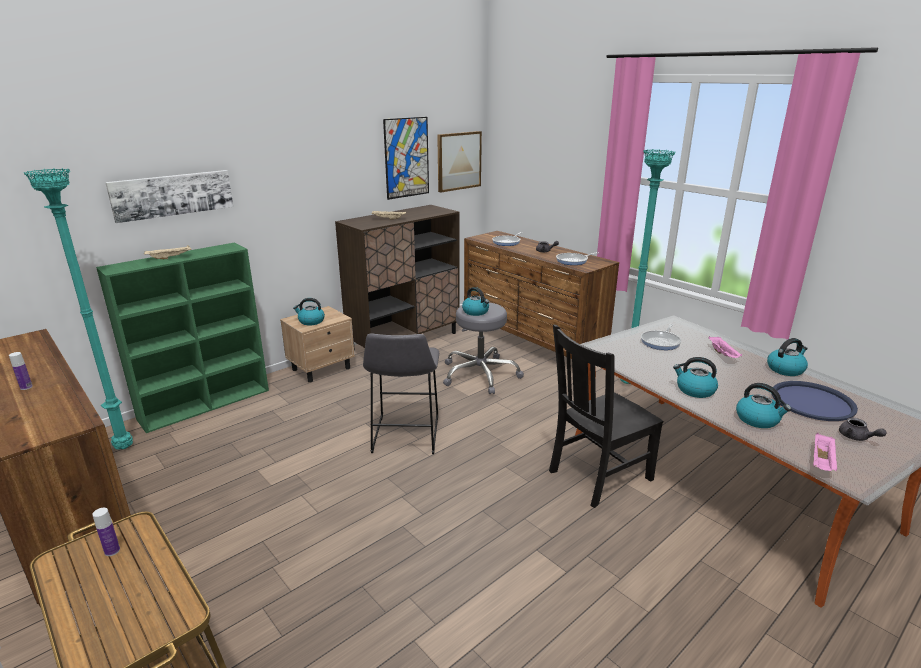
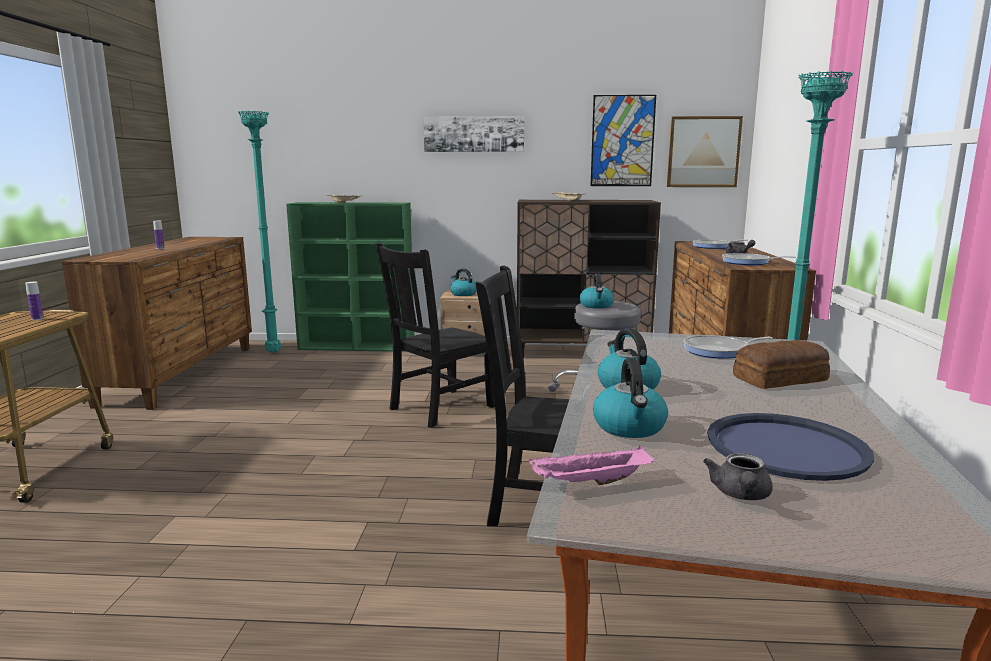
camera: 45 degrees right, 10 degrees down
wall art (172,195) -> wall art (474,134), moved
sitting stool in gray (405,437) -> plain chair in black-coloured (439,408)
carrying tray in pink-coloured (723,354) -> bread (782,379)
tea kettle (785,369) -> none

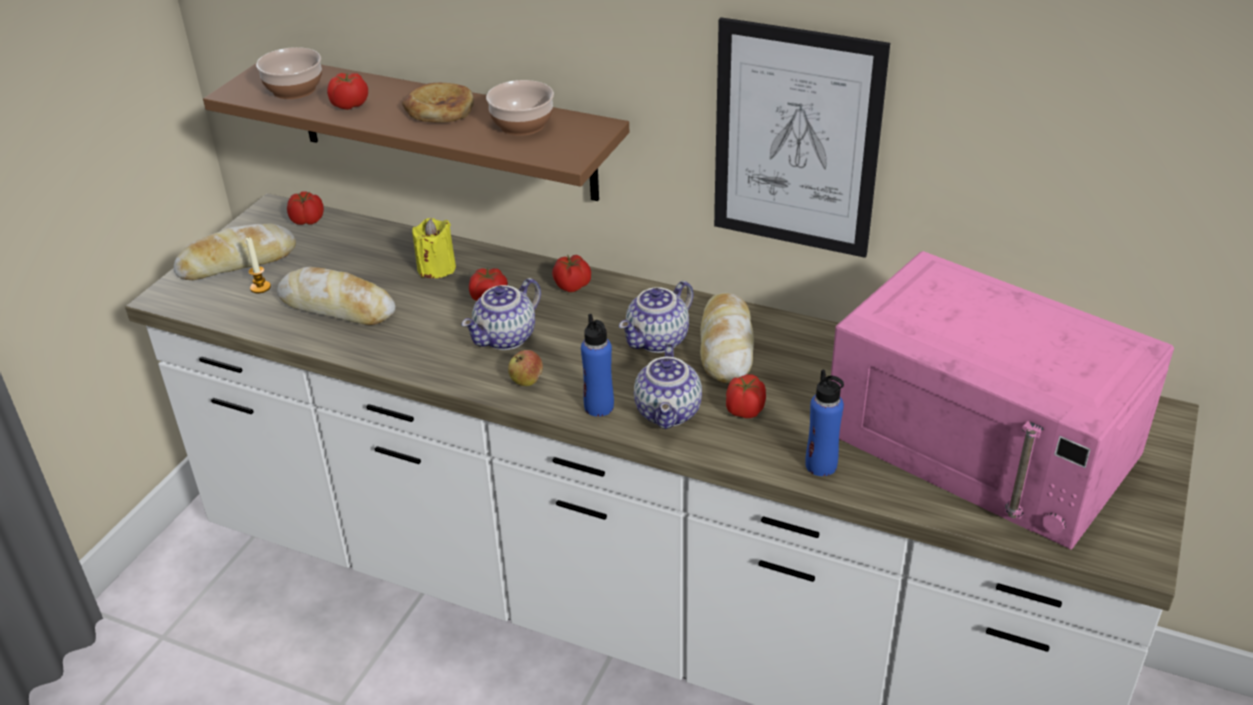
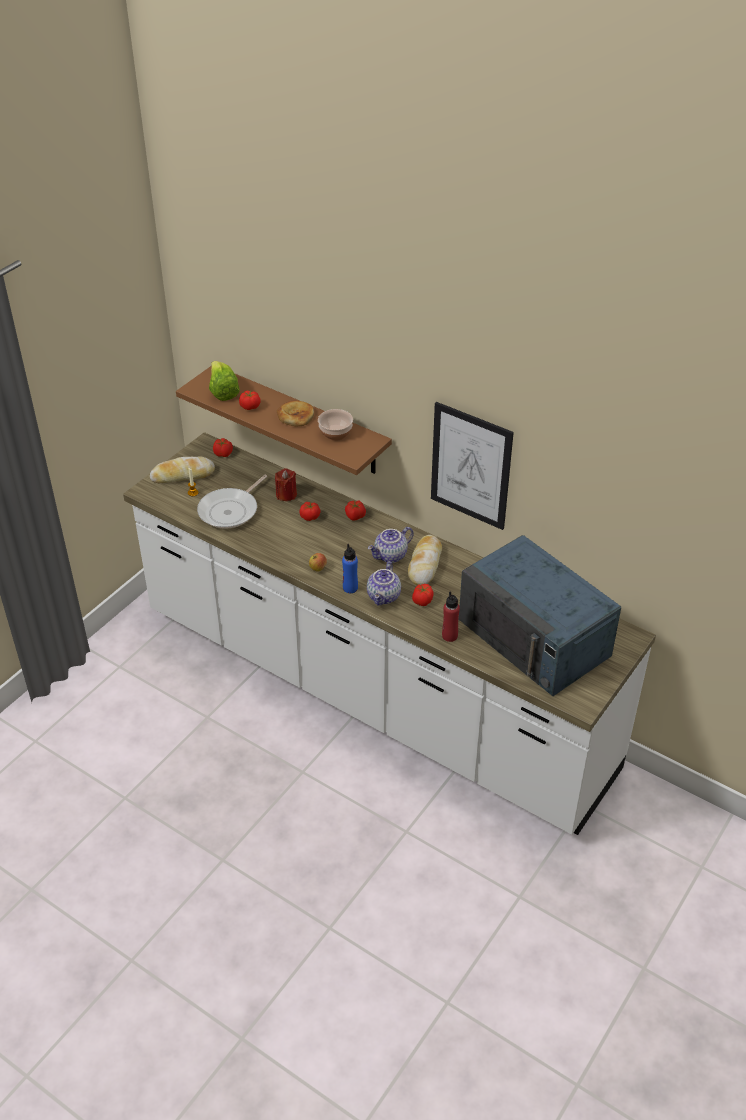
camera: 10 degrees right, 5 degrees up
deep dish (294,90) -> lettuce (223,392)
bread (337,307) -> skillet (231,510)
candle in yellow-coloured (436,268) -> candle in reddish (286,495)
tea pot (506,339) -> none
drink bottle in blue (821,465) -> drink bottle in reddish (449,636)
microwave oven in pink-coloured (984,443) -> microwave oven in blue (535,637)

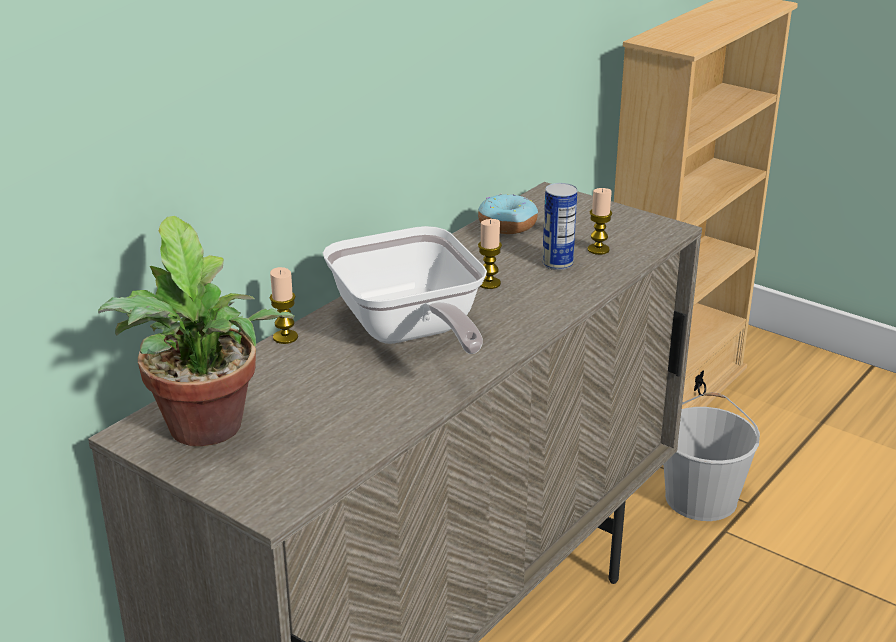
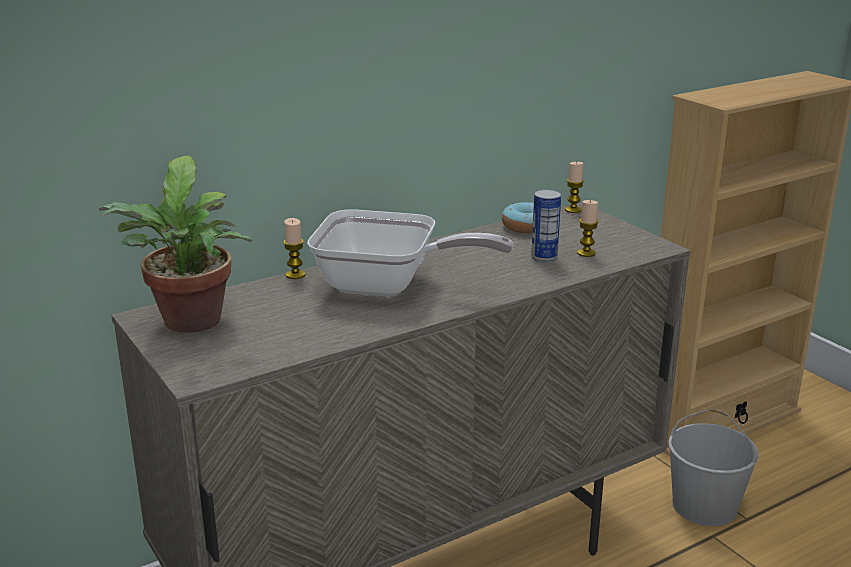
camera: 20 degrees right, 5 degrees down
skillet (410,333) -> skillet (388,286), 75 degrees counterclockwise
candle (489,283) -> candle (573,210), moved

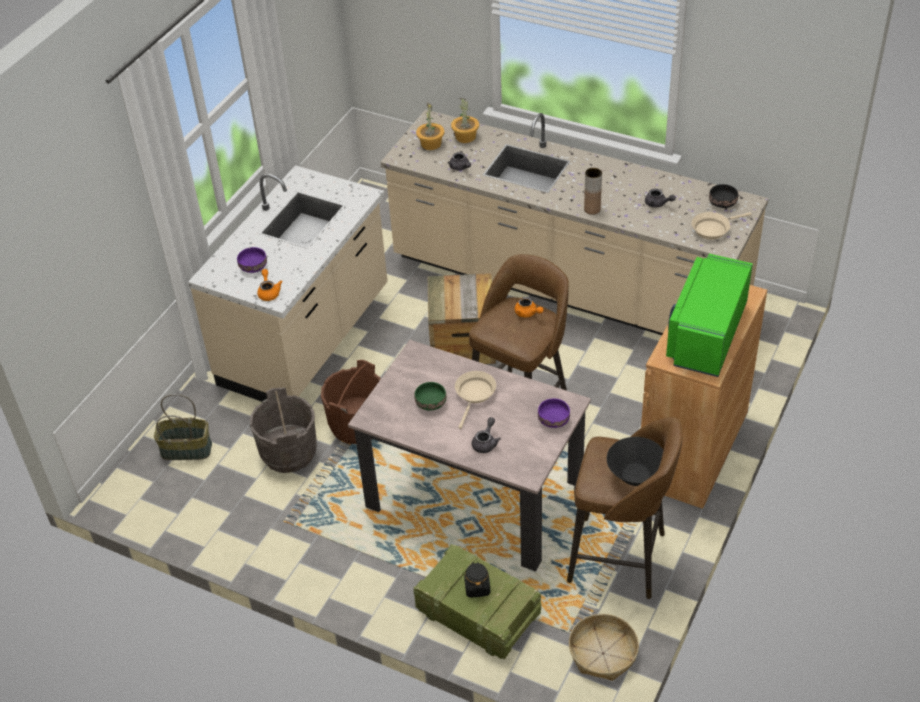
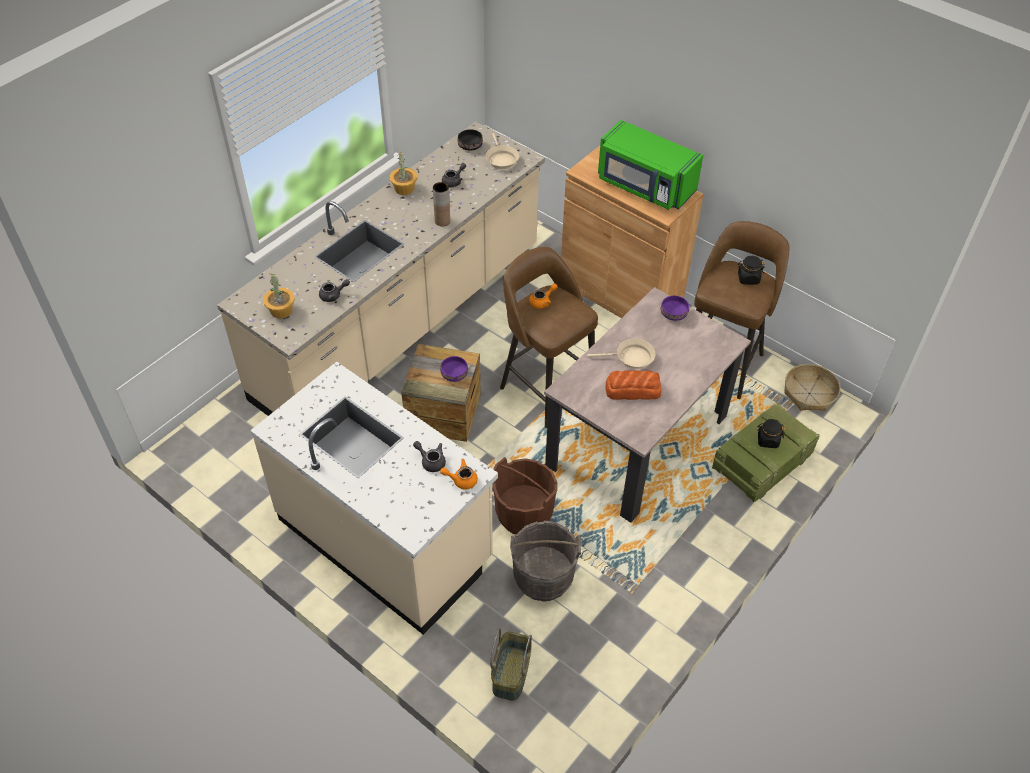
camera: 80 degrees left, 5 degrees up
deep dish in purple (253,267) -> deep dish in purple (455,374), moved
deep dish in green-coloured (431,402) -> bread (632,389)
houseplant (465,137) -> houseplant (404,188), moved
skillet in beige-coloured (474,395) -> skillet in beige-coloured (631,358), 150 degrees clockwise
tea pot in gray (486,442) -> tea pot in gray (431,461), moved
deep dish in black-coloured (635,475) -> jar in black-coloured (748,278)

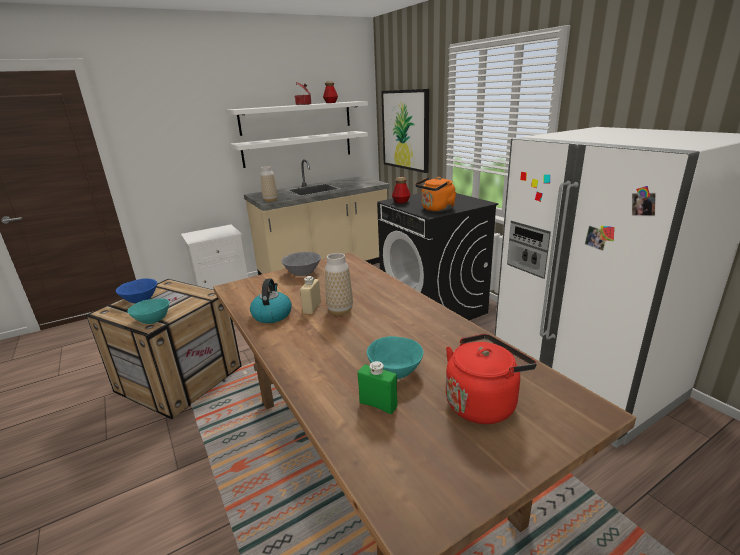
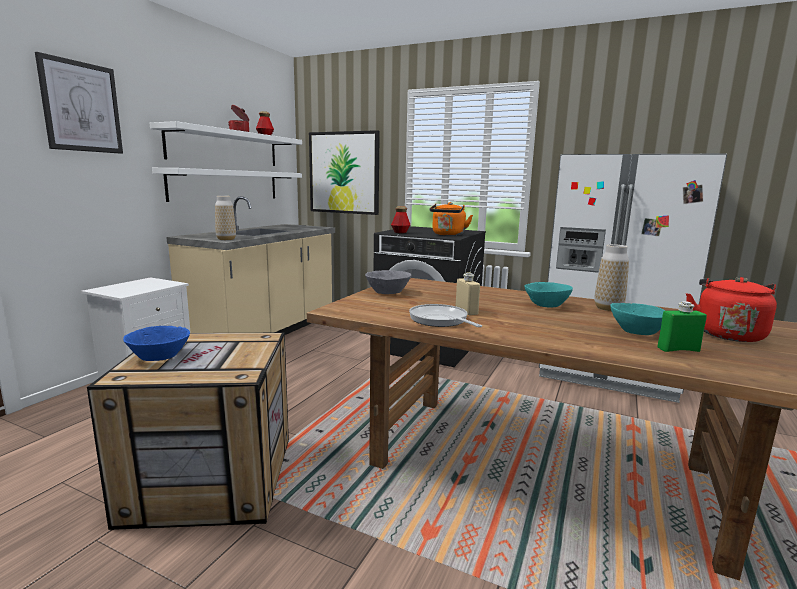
camera: 35 degrees left, 10 degrees down
deep dish in turquoise-coloured (153,319) -> deep dish in turquoise-coloured (546,305), moved
tea kettle (272,315) -> skillet (440,320)
flower vase (340,311) -> flower vase (608,308), moved
none -> wall art (81,107)

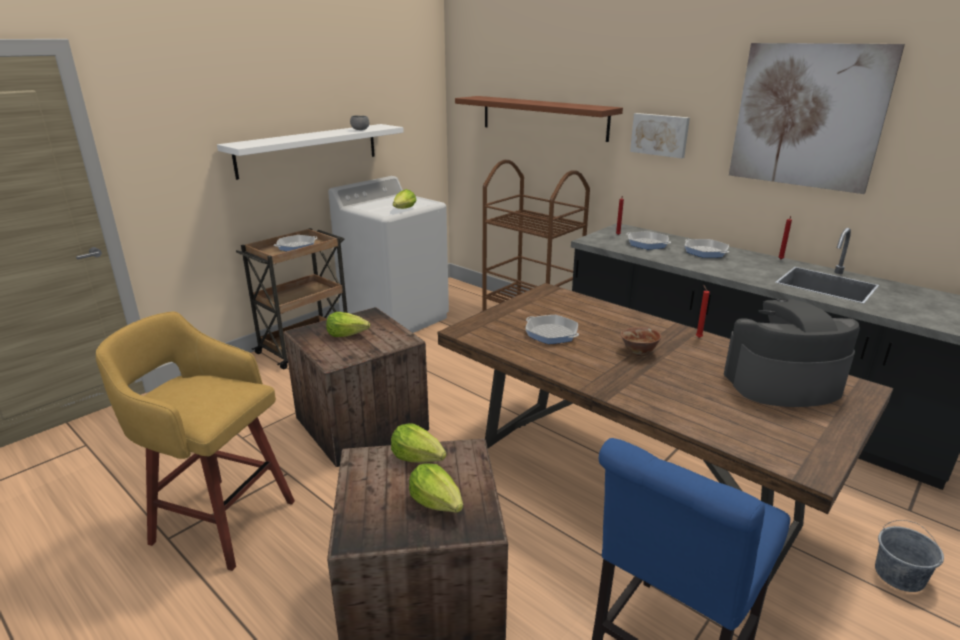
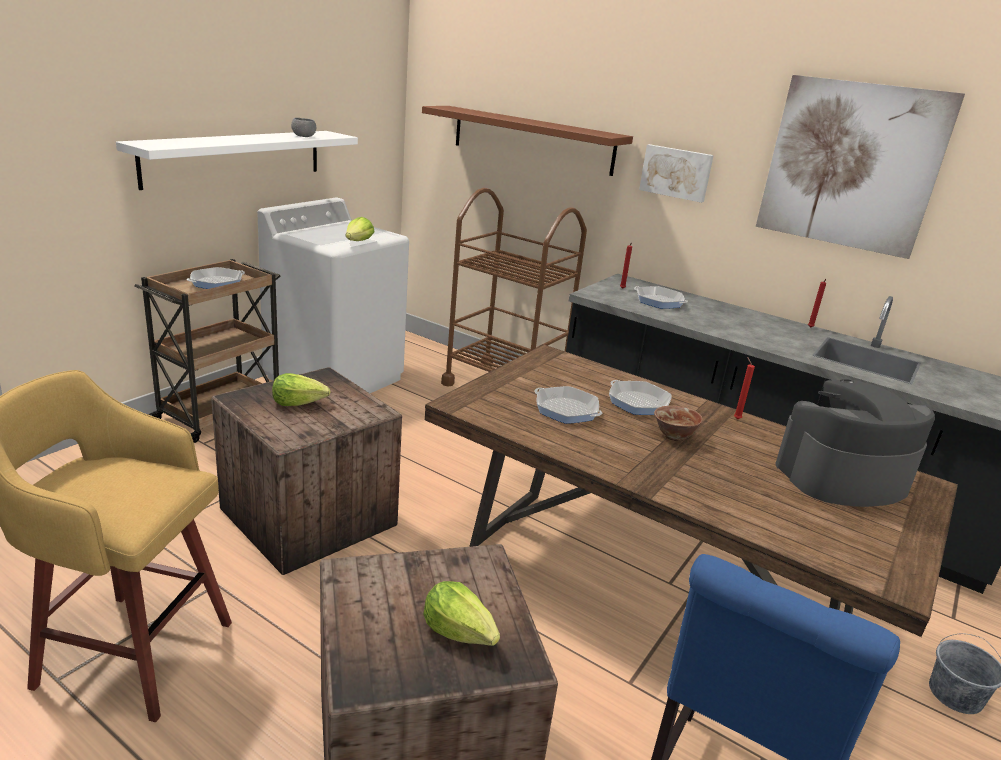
camera: 10 degrees left, 0 degrees up
lettuce (418,457) -> none
skillet (705,252) -> skillet (638,403), moved

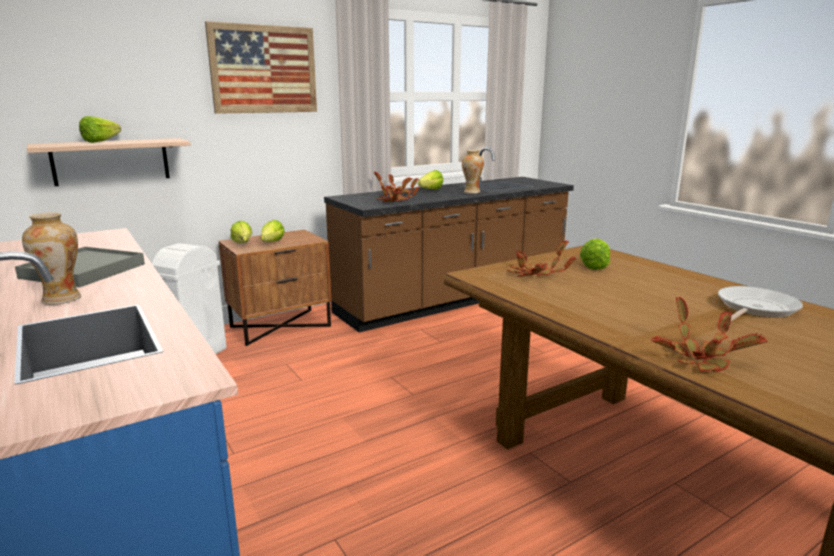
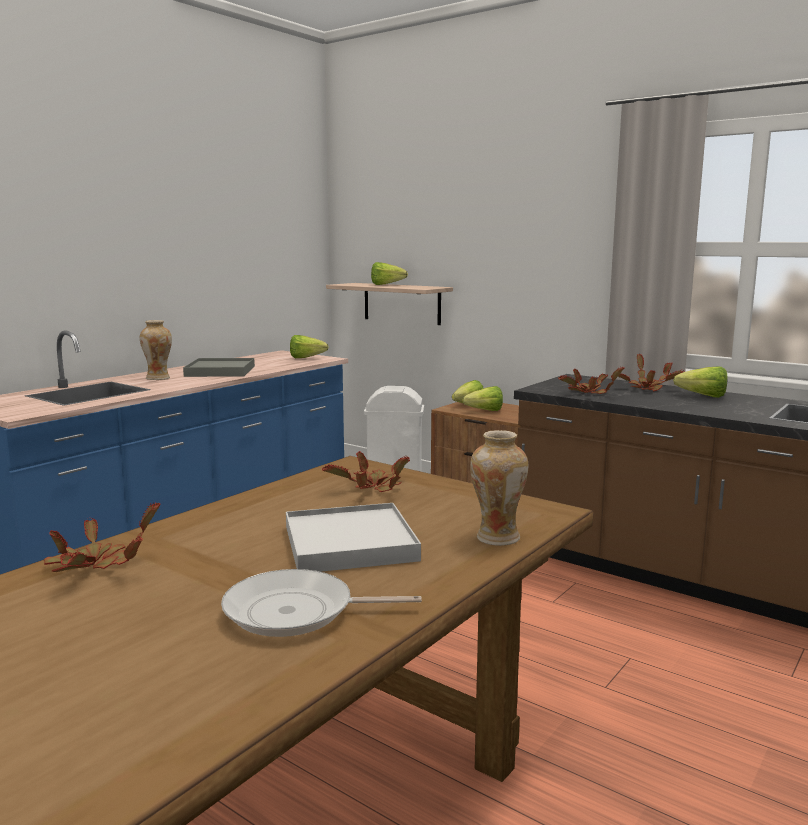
camera: 70 degrees right, 5 degrees down
wall art (264,69) -> none
flower vase (472,192) -> flower vase (497,538), moved
lettuce (595,265) -> lettuce (309,358), moved
skillet (754,308) -> skillet (296,612), 150 degrees clockwise
none -> carrying tray in whitish (349,544)

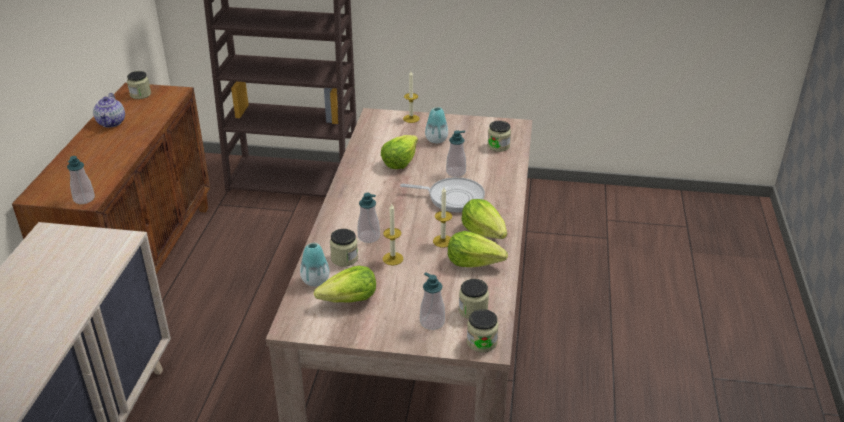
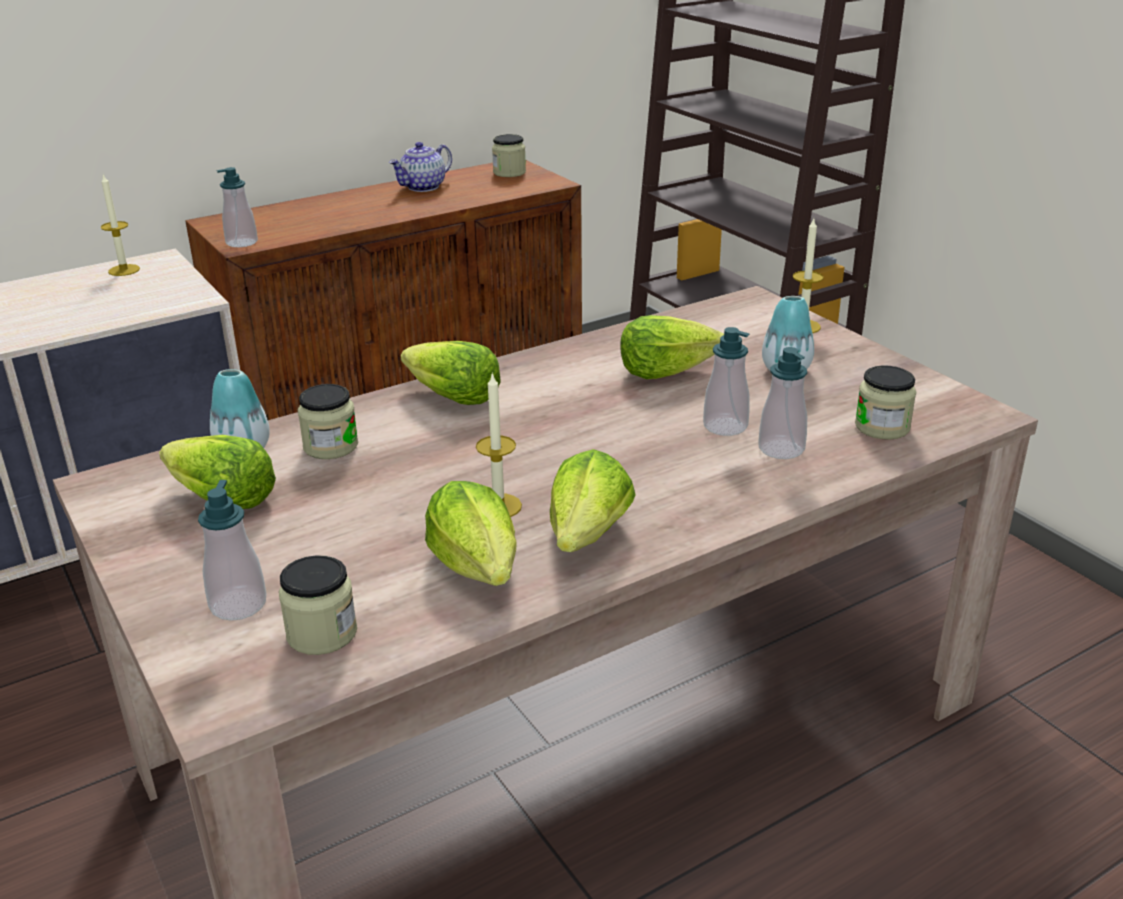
camera: 50 degrees right, 5 degrees down
soap dispenser (369,237) -> soap dispenser (781,449), moved
candle (393,258) -> candle (124,270), moved
skillet (452,198) -> none
jar (481,342) -> none
none -> lettuce (452,397)

